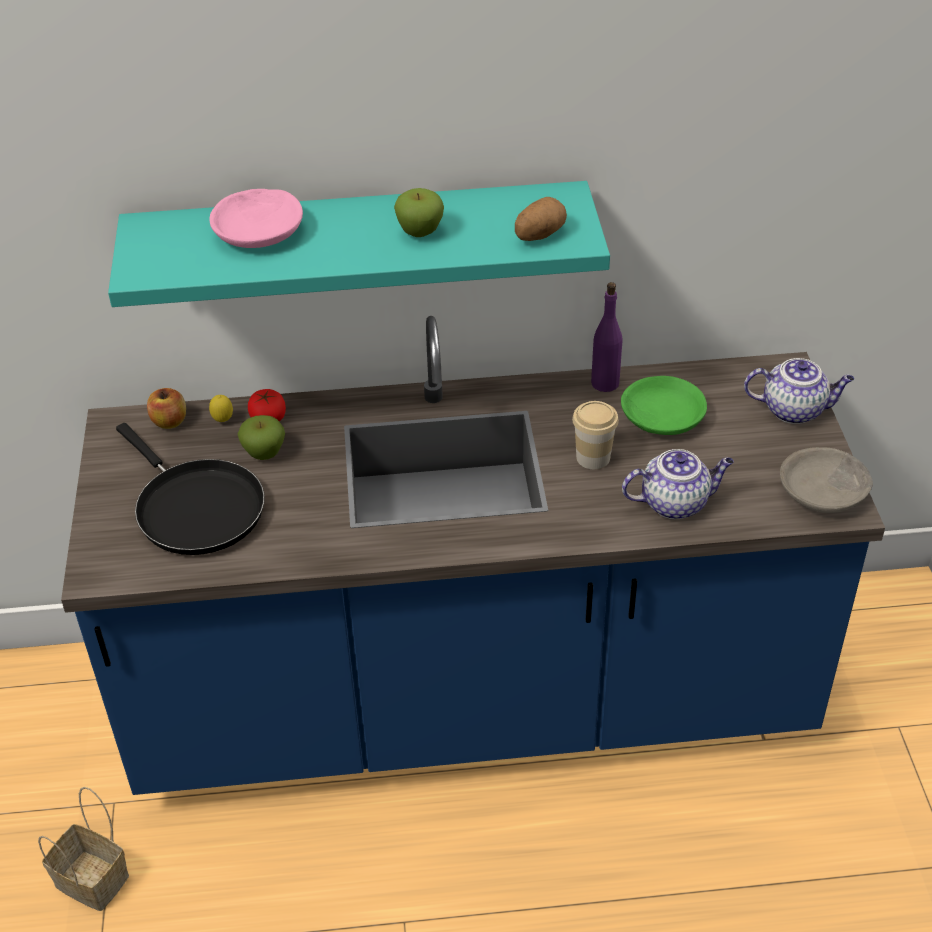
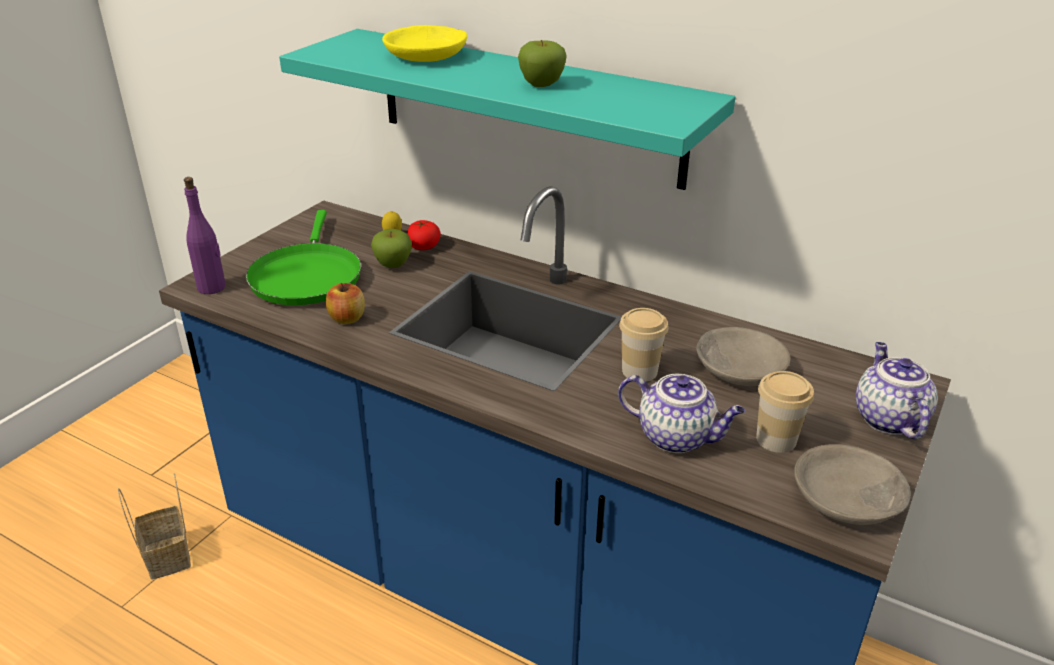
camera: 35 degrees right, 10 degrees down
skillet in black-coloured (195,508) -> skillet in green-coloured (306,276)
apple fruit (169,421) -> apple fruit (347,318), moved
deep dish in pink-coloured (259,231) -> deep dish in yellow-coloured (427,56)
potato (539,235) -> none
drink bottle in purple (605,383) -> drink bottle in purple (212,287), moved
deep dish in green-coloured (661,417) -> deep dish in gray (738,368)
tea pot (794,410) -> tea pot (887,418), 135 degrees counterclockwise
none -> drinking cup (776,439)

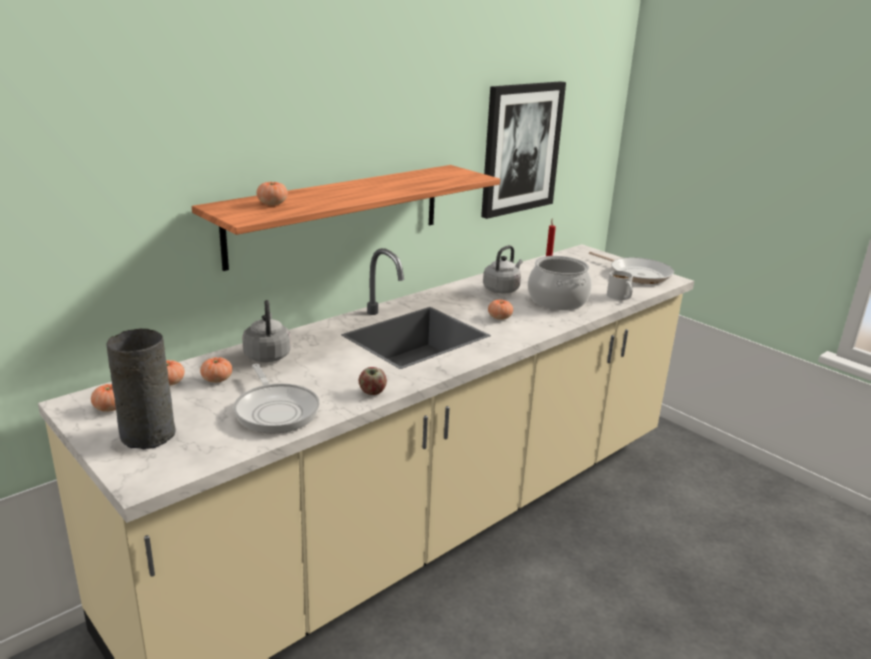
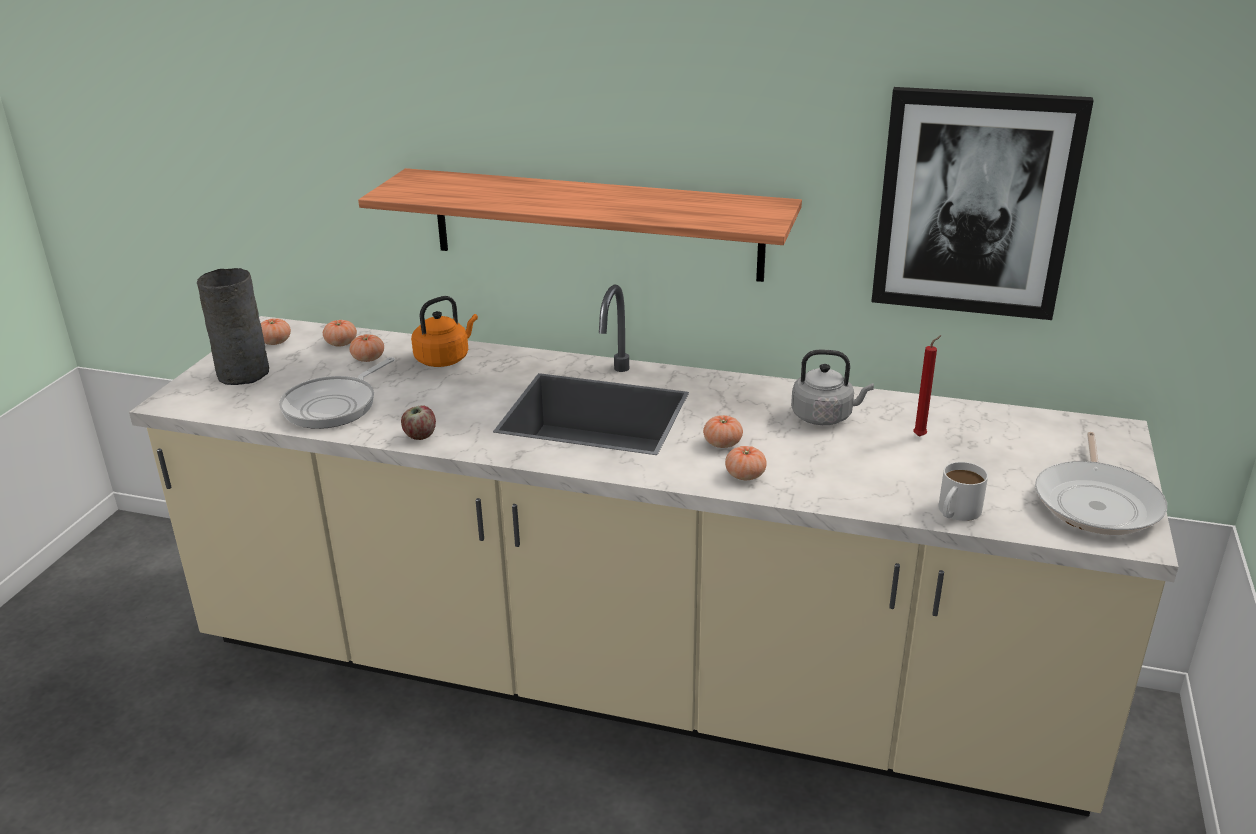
camera: 60 degrees right, 5 degrees up
tea kettle in gray (267,354) -> tea kettle in orange (444,359)
fresh tomato (272,204) -> fresh tomato (745,475), moved
cooking pot (558,300) -> none

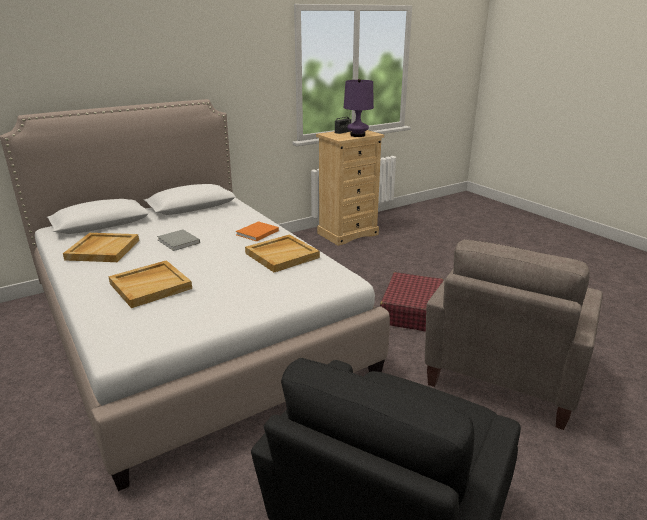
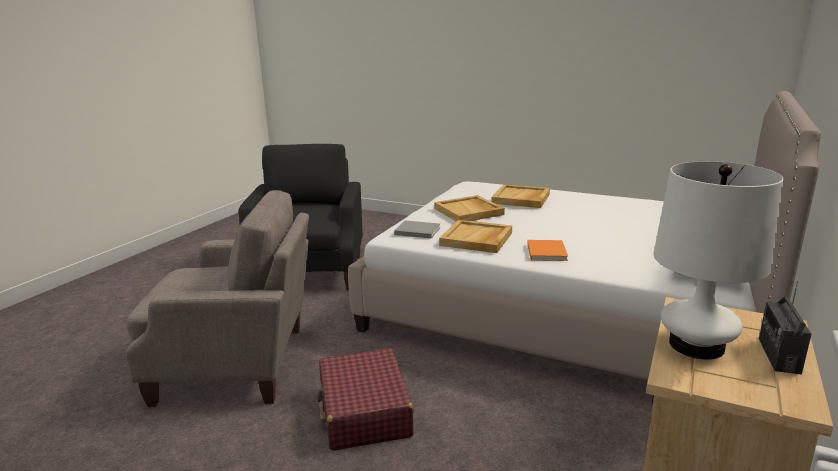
camera: 150 degrees right, 5 degrees down
carrying tray in beige-coloured (103,249) -> carrying tray in beige-coloured (469,212), moved
book in gray (179,242) -> book in gray (416,231), moved
table lamp in purple (357,135) -> table lamp in whitish (696,345)
lounge chair in beige-coloured (503,378) -> lounge chair in beige-coloured (237,364), 90 degrees clockwise

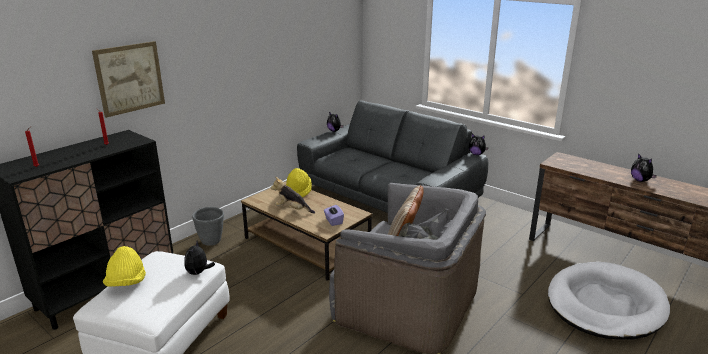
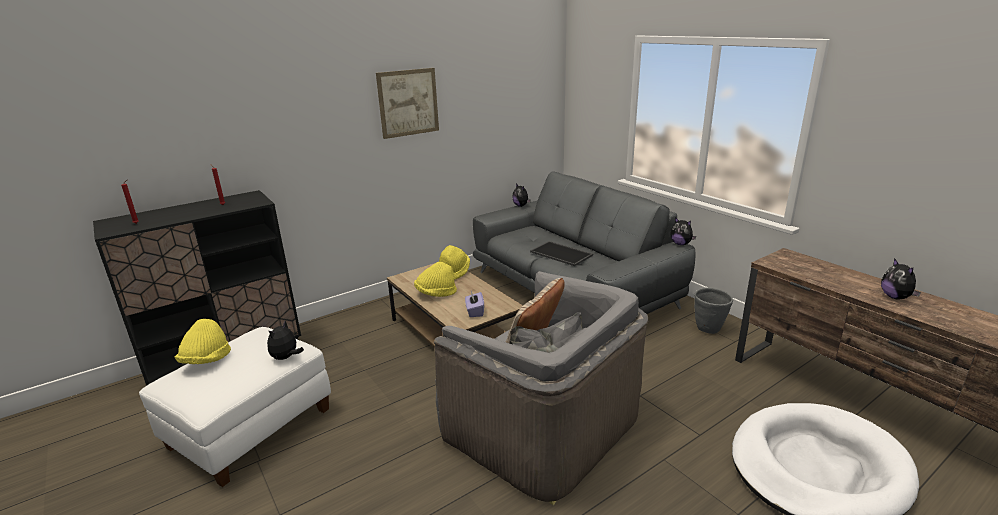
camera: 15 degrees right, 0 degrees up
wall art (130,78) -> wall art (408,102), moved
plant pot in gray (211,242) -> plant pot in gray (709,329), moved
plush toy (292,210) -> hat in yellow-coloured (436,293)
none -> carrying tray (562,253)

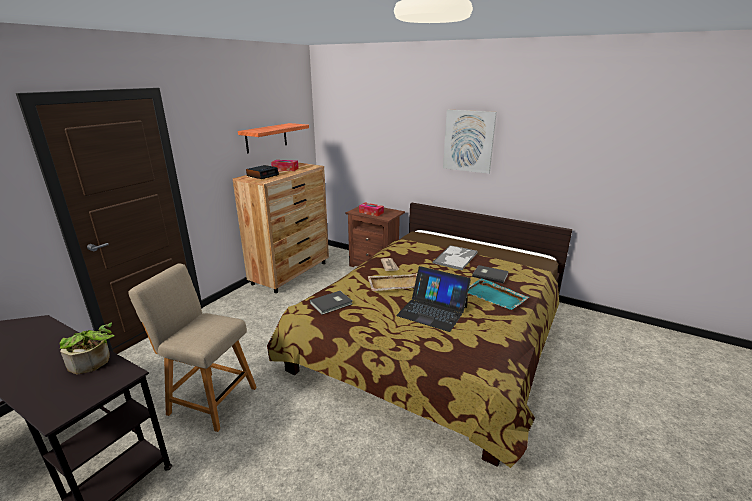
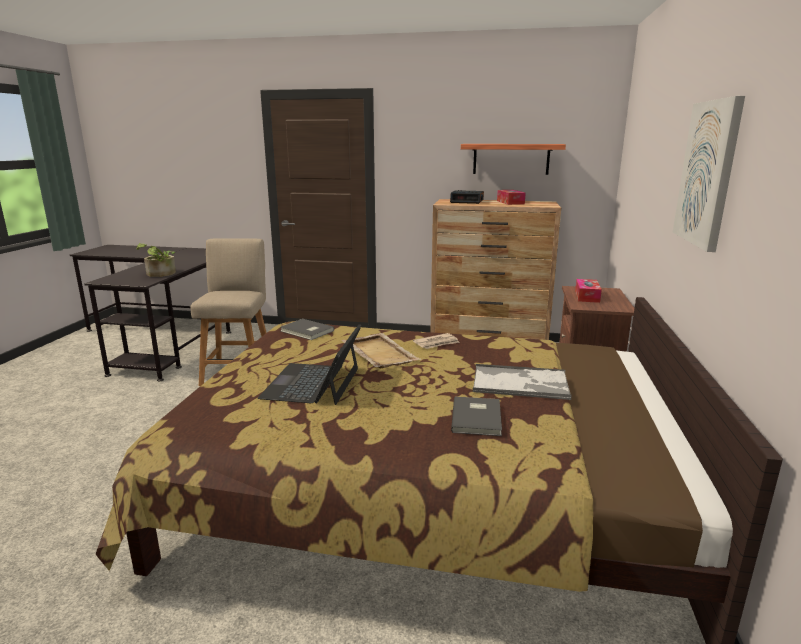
camera: 70 degrees right, 5 degrees down
carrying tray in turquoise-coloured (495,296) -> none

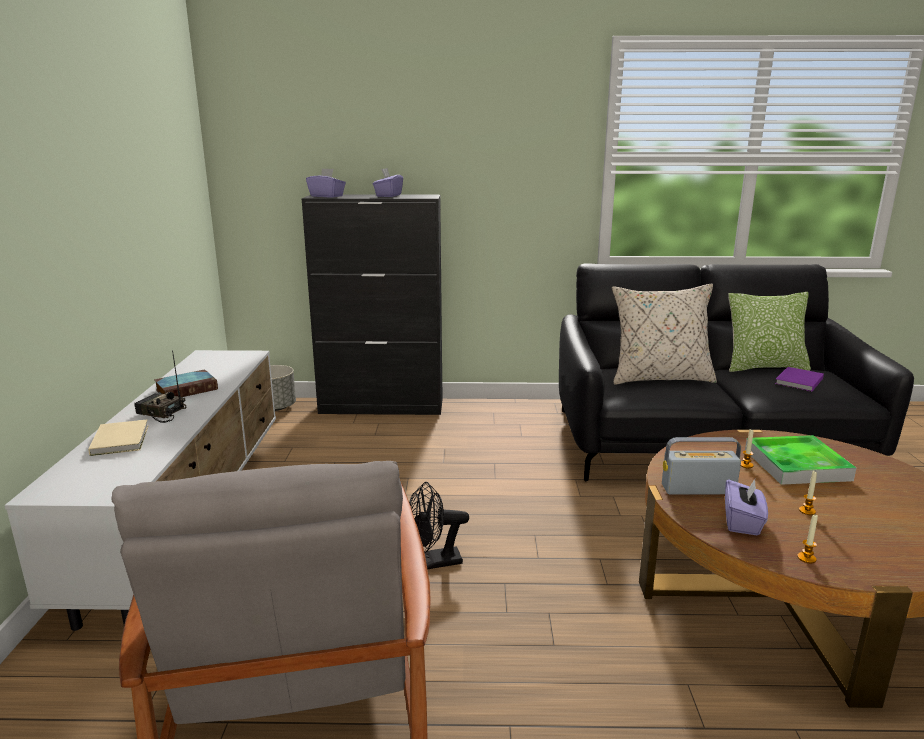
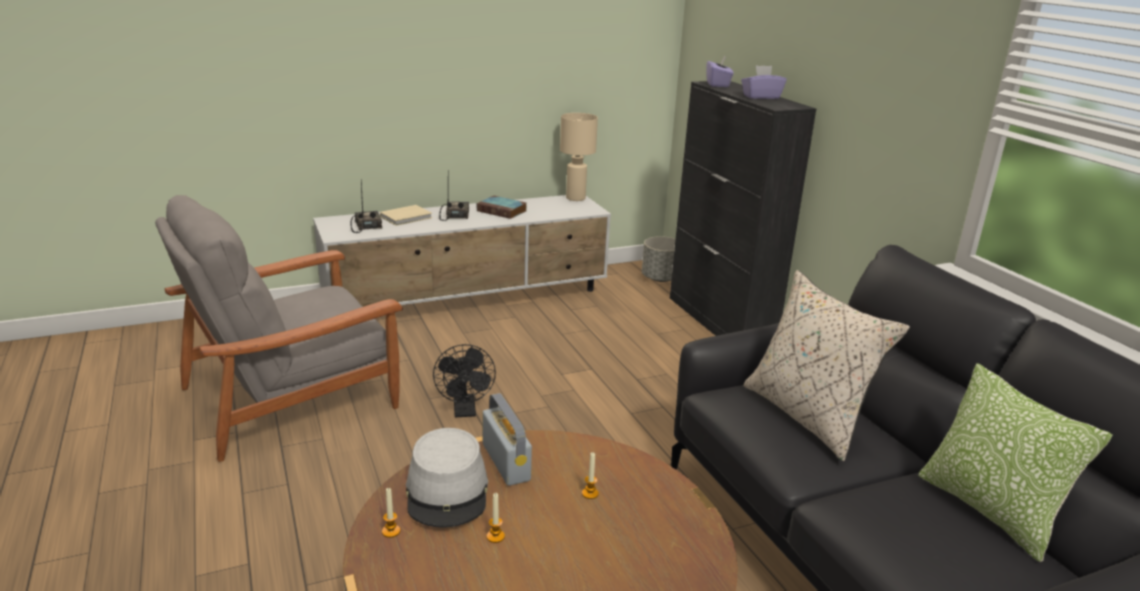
camera: 65 degrees right, 5 degrees up
cooling fan in black-coloured (434,562) -> cooling fan in black-coloured (465,411), 150 degrees counterclockwise
tissue holder in purple (742,522) -> hat in gray (447,491)
carrying tray (796,465) -> none
book in purple (797,381) -> none
none -> radio (366,226)
none -> table lamp in beige-coloured (576,198)

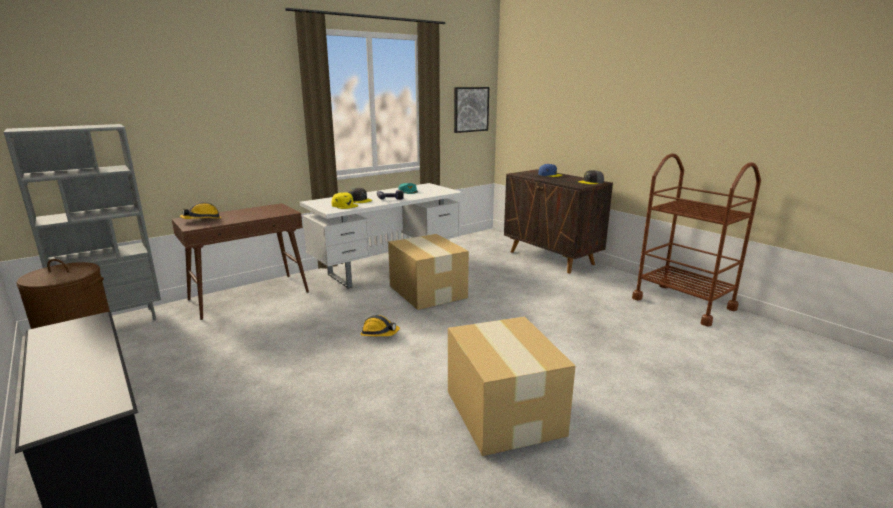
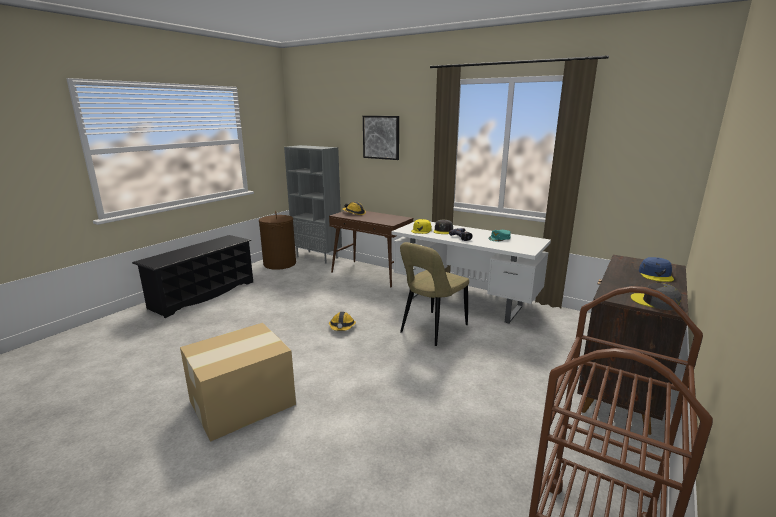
camera: 70 degrees right, 0 degrees up
cardboard box (427,292) -> plain chair in beige-coloured (431,329)
wall art (470,109) -> wall art (381,137), moved

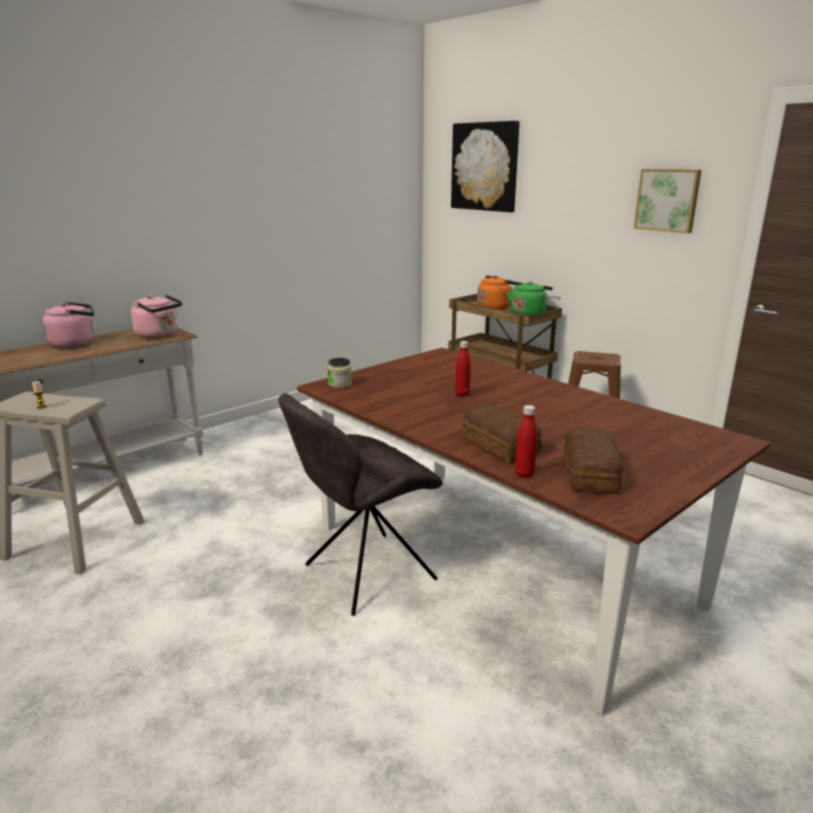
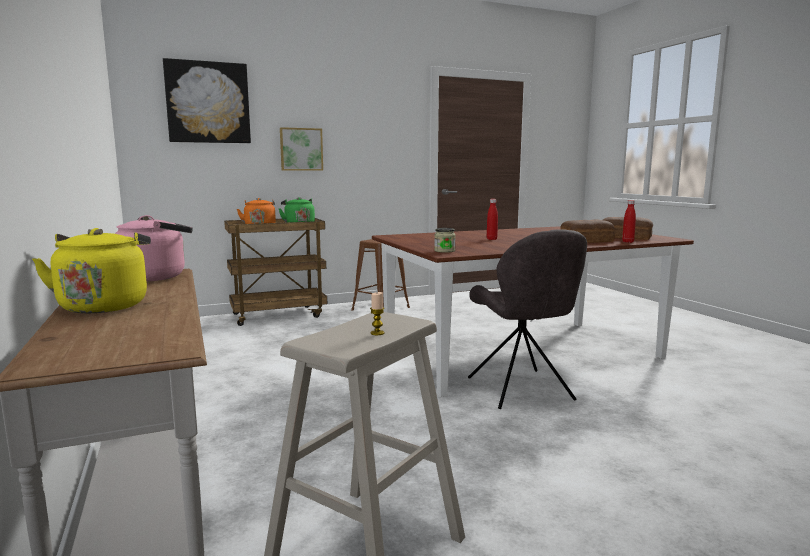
camera: 70 degrees left, 10 degrees down
tea kettle in pink-coloured (75,344) -> tea kettle in yellow-coloured (104,305)
wall art (667,200) -> wall art (301,149), moved

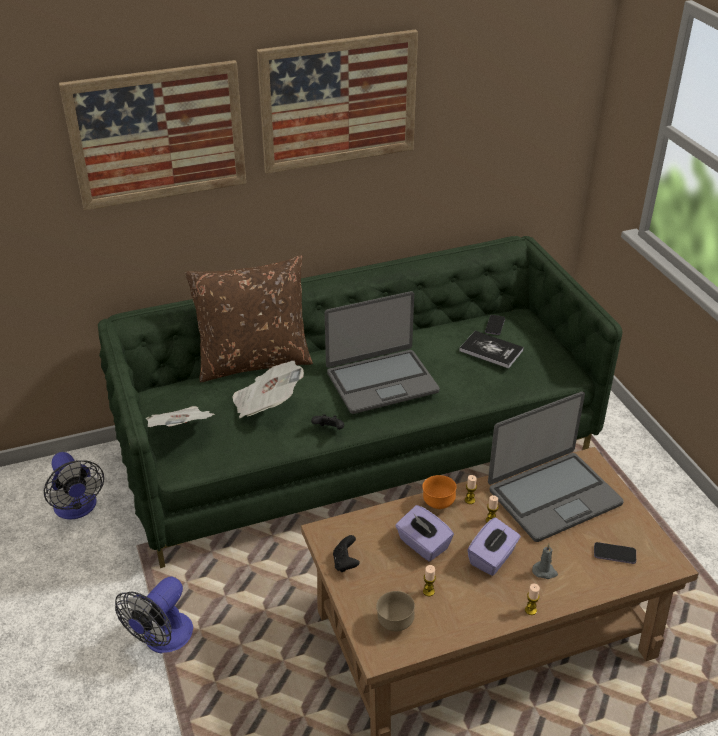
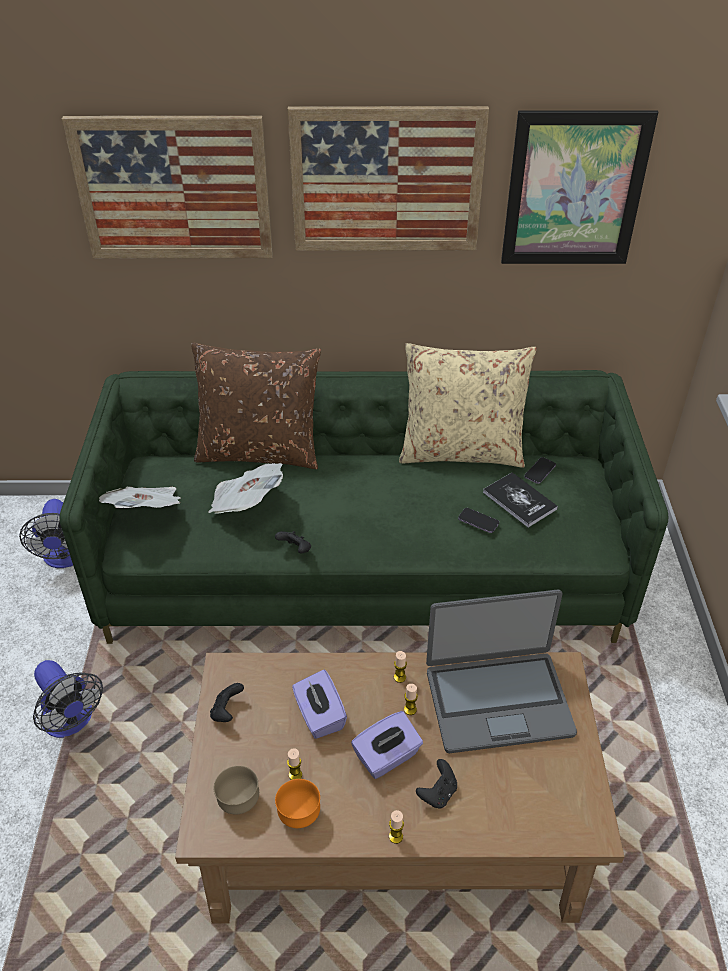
camera: 20 degrees right, 5 degrees up
cooling fan (163,640) -> cooling fan (72,722), 90 degrees counterclockwise
laptop (381,381) -> none
deep dish in orange (438,504) -> deep dish in orange (299,815), moved
candle in gray (545,571) -> joypad in black-coloured (438,793)
phone (614,554) -> phone (478,521), moved
none -> throw pillow in beige-coloured (461,451)
none -> wall art (574,190)

